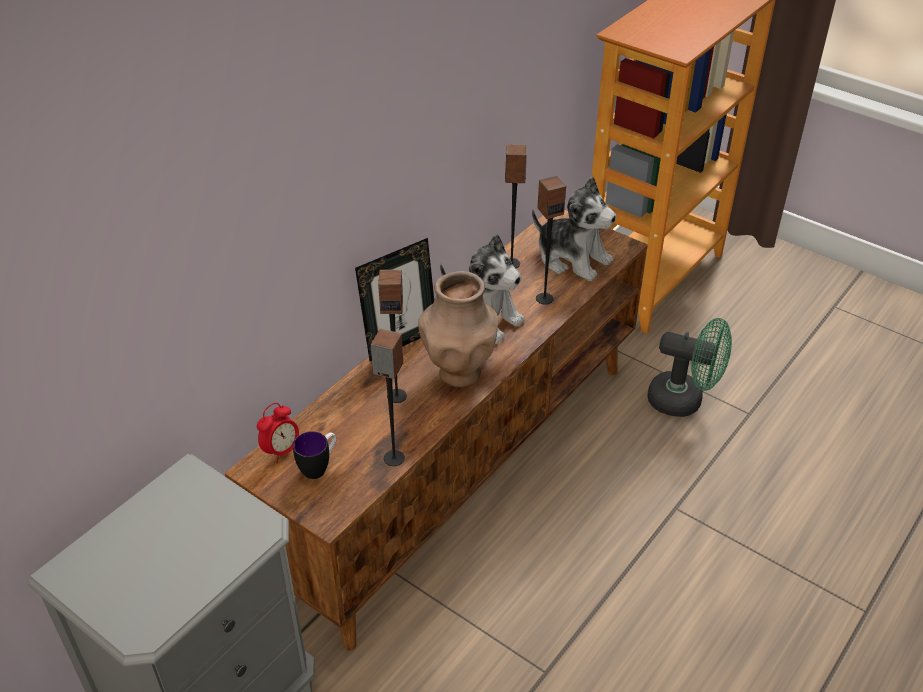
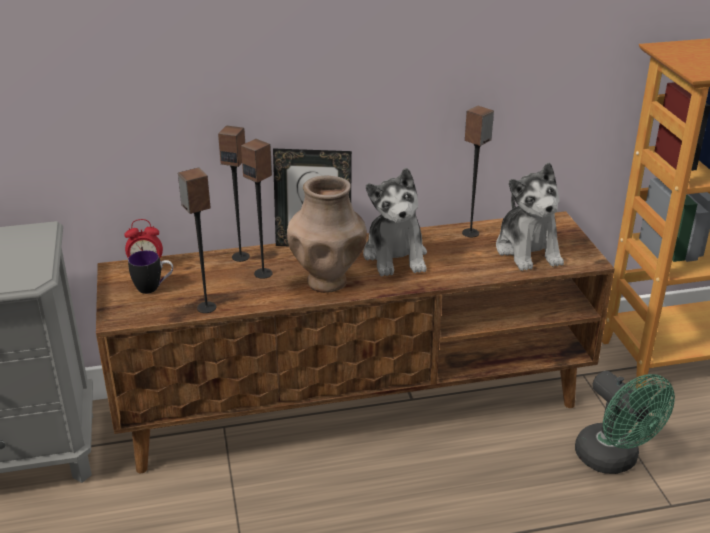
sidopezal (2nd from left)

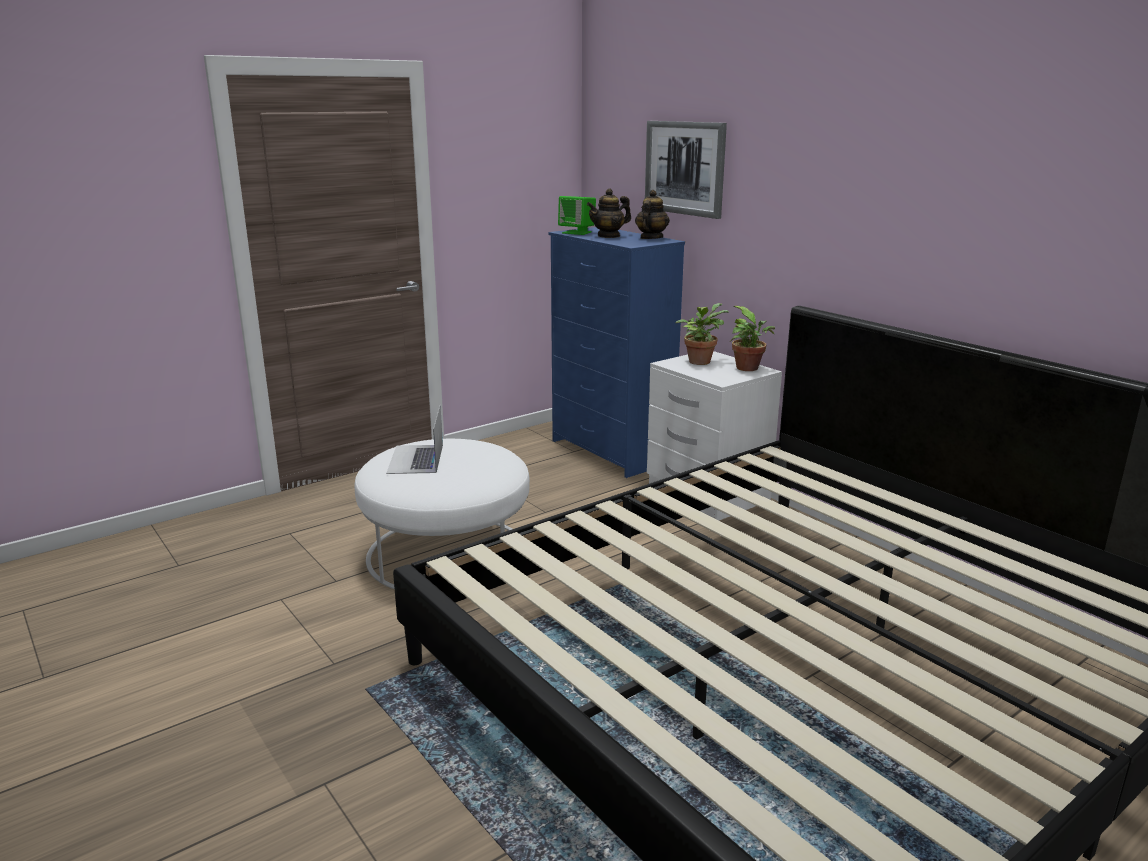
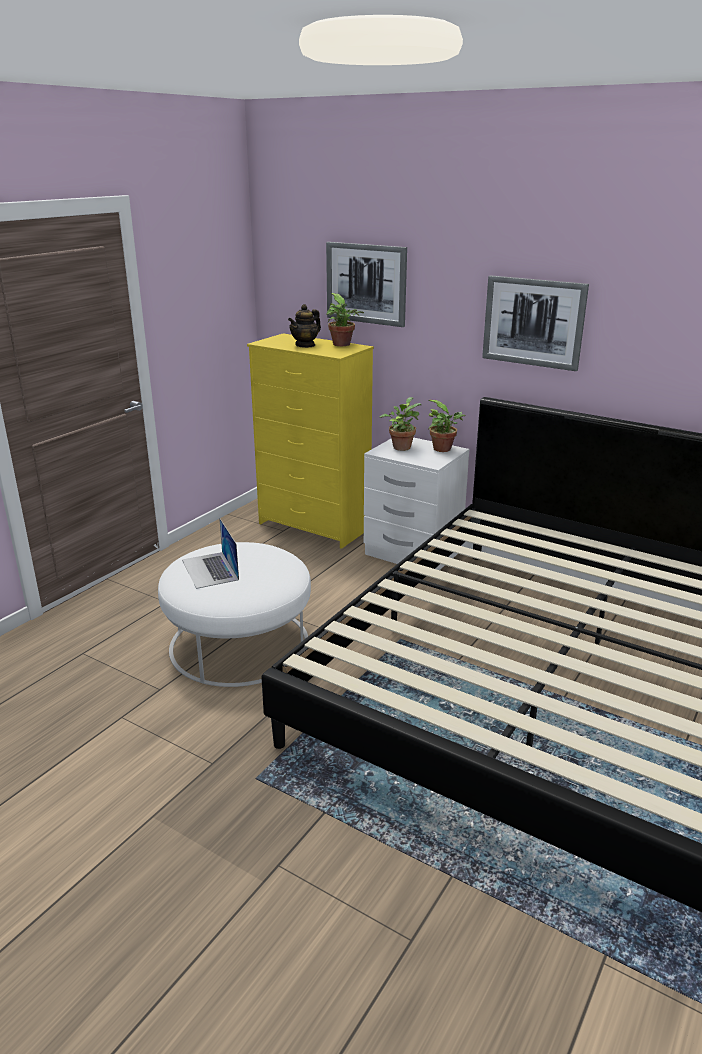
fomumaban (1st from left); sidopezal (green); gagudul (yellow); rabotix (2nd from left)

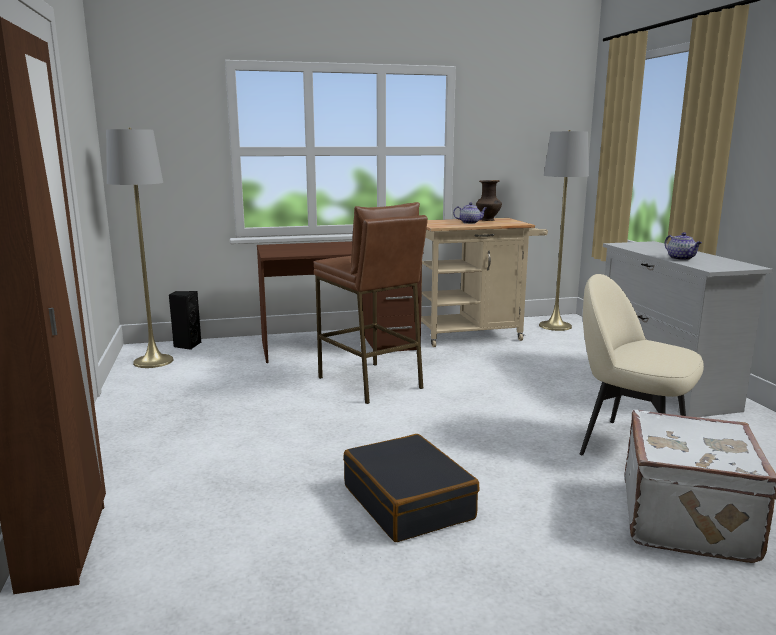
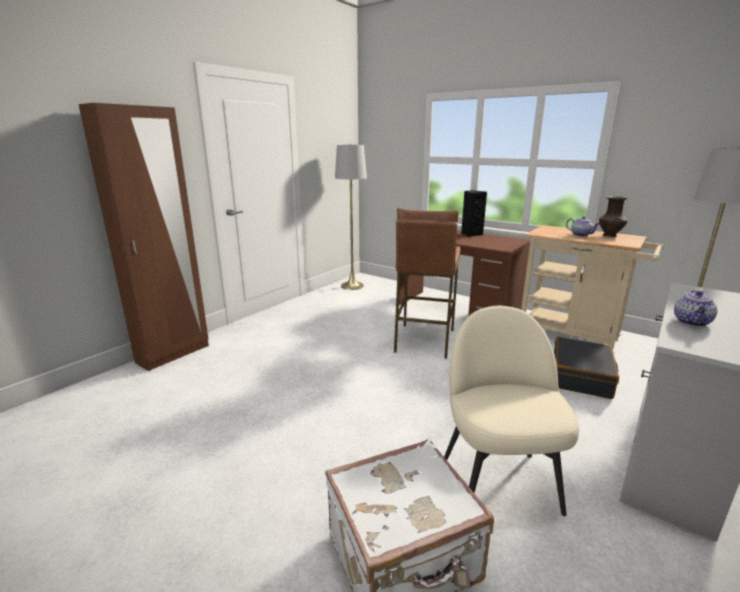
sidopezal (black); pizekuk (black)

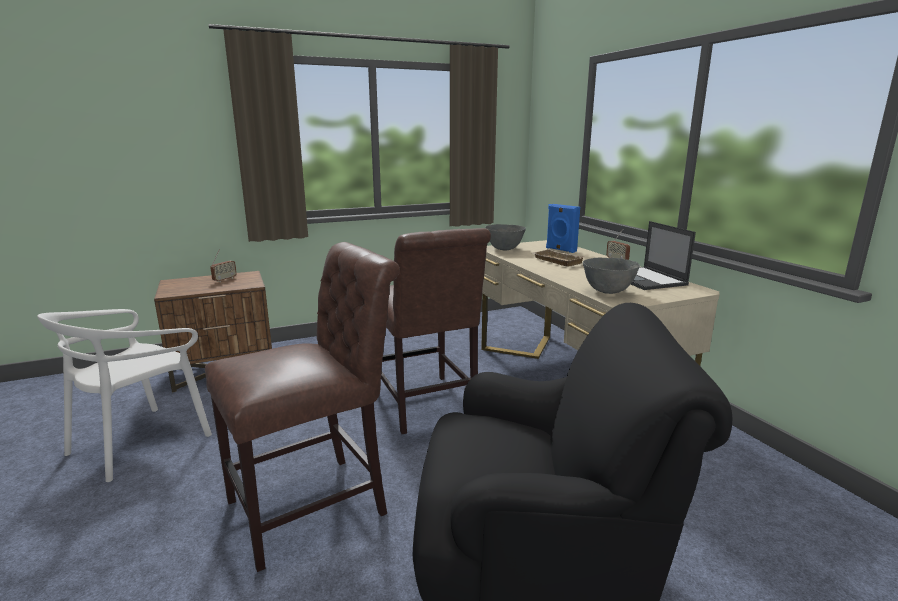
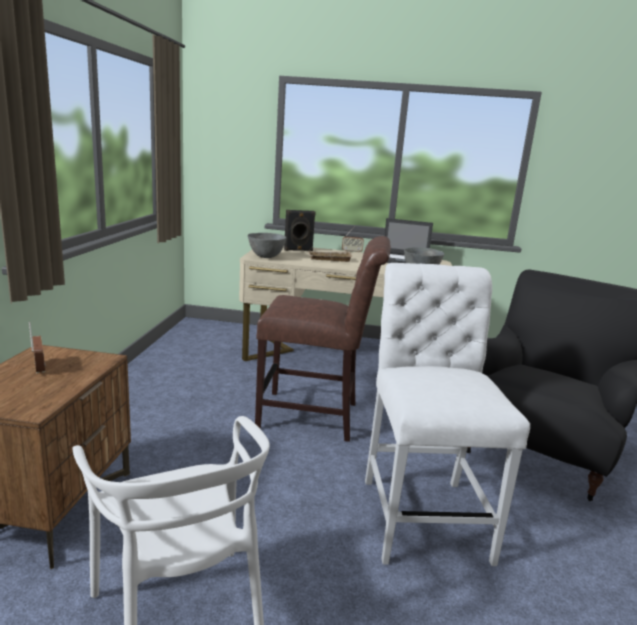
sidopezal (black); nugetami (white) (2nd from left)

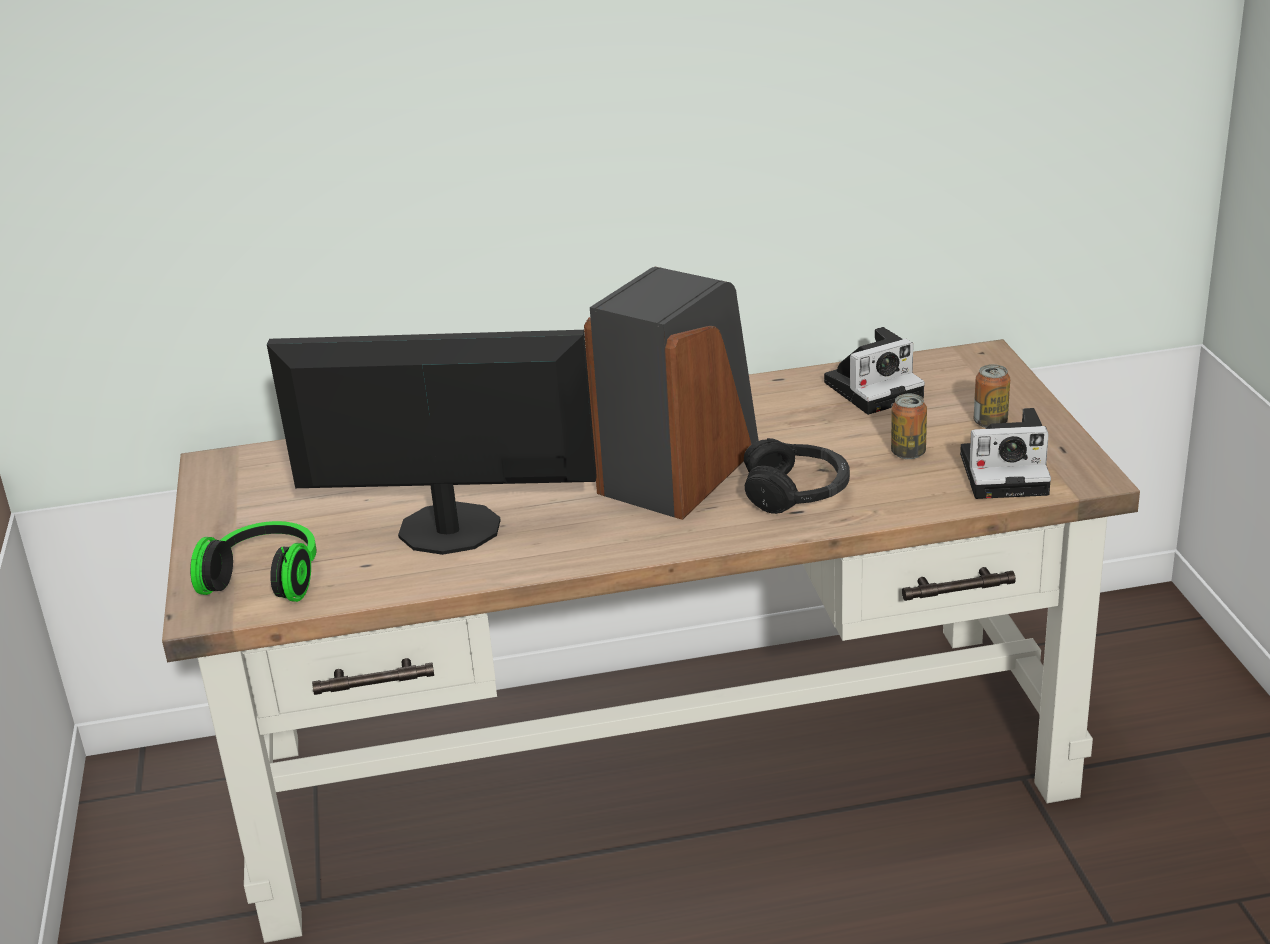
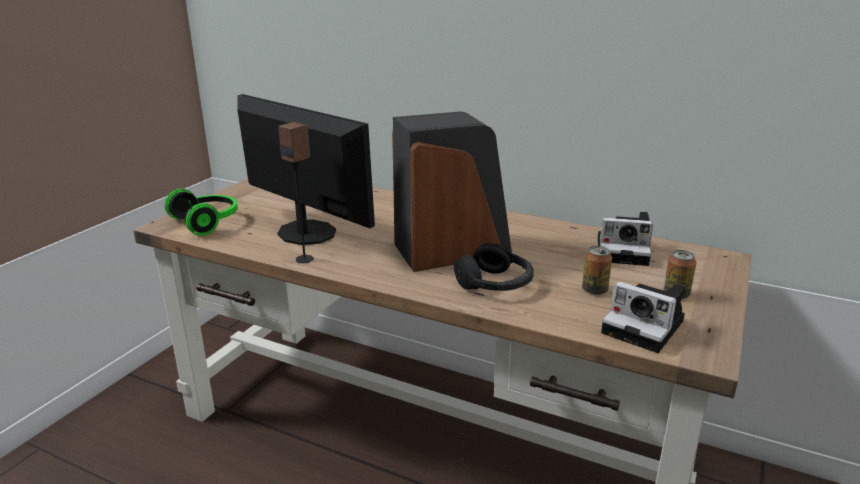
sidopezal (1st from left)

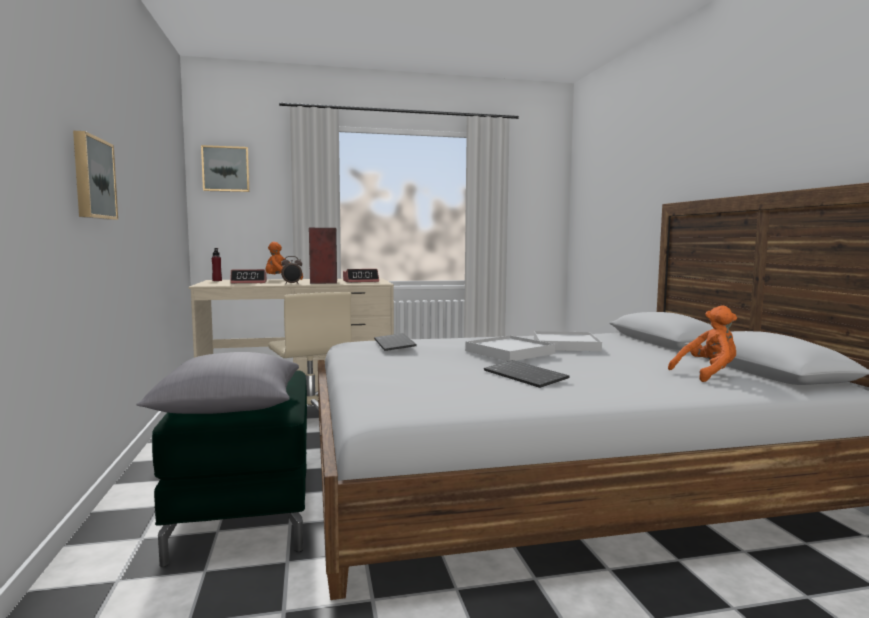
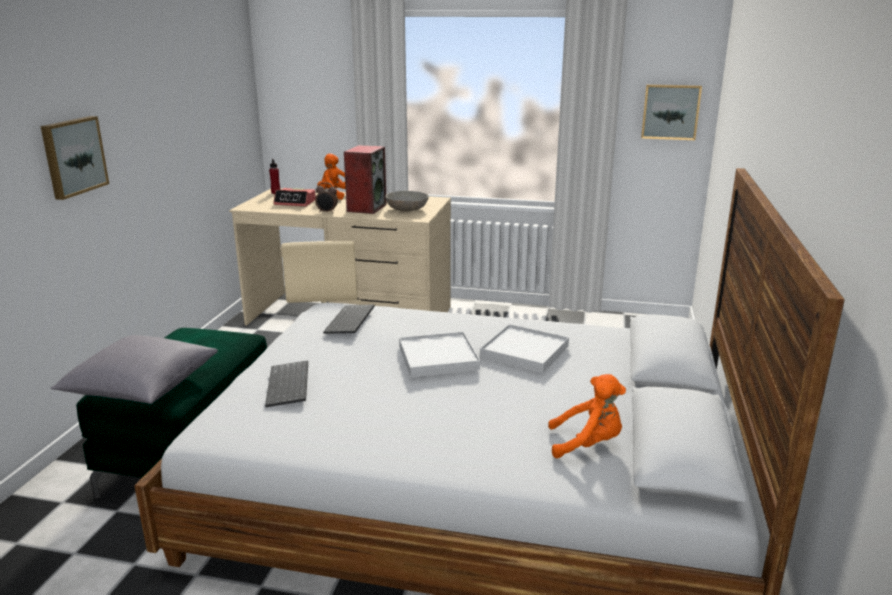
rabotix (2nd from left); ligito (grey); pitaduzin (1st from left)

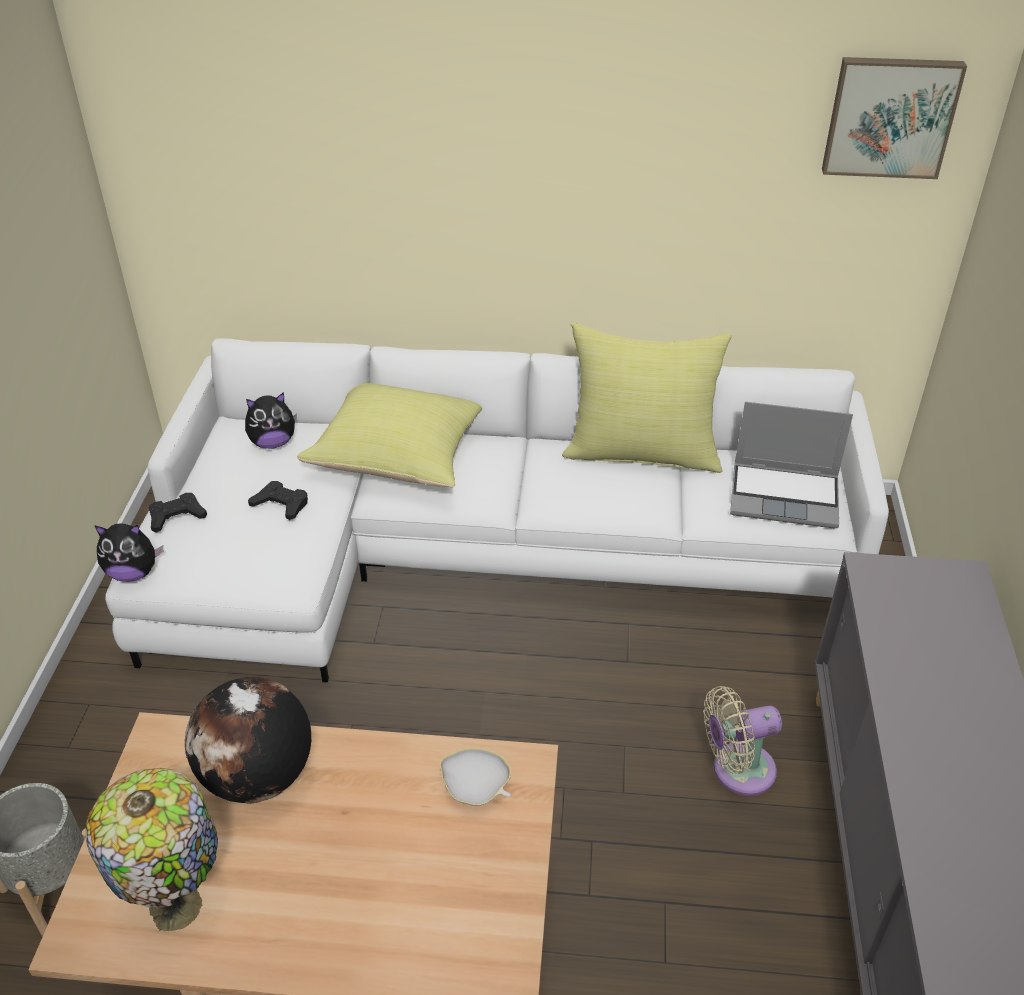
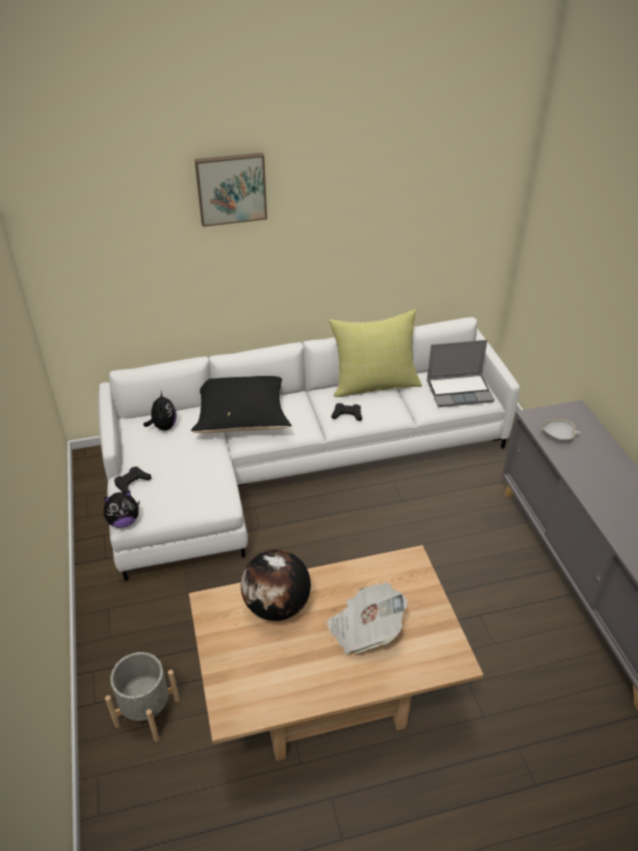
rabotix; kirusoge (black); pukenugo (2nd from left); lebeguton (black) (2nd from left); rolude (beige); ligito (white); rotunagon; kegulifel

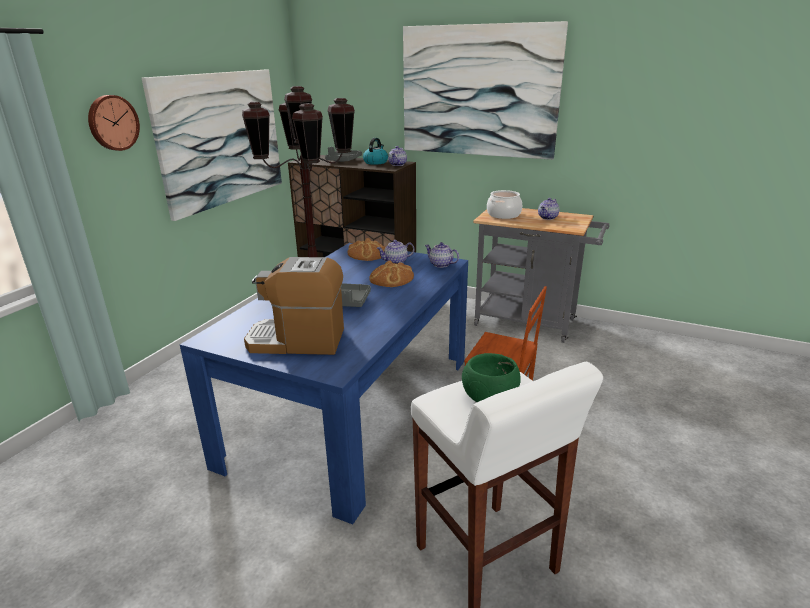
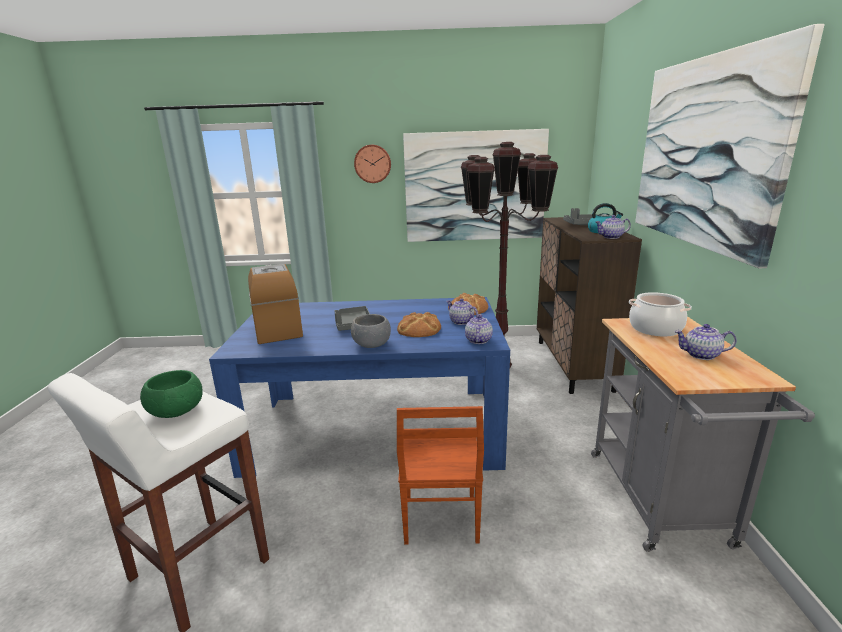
ligito (grey)

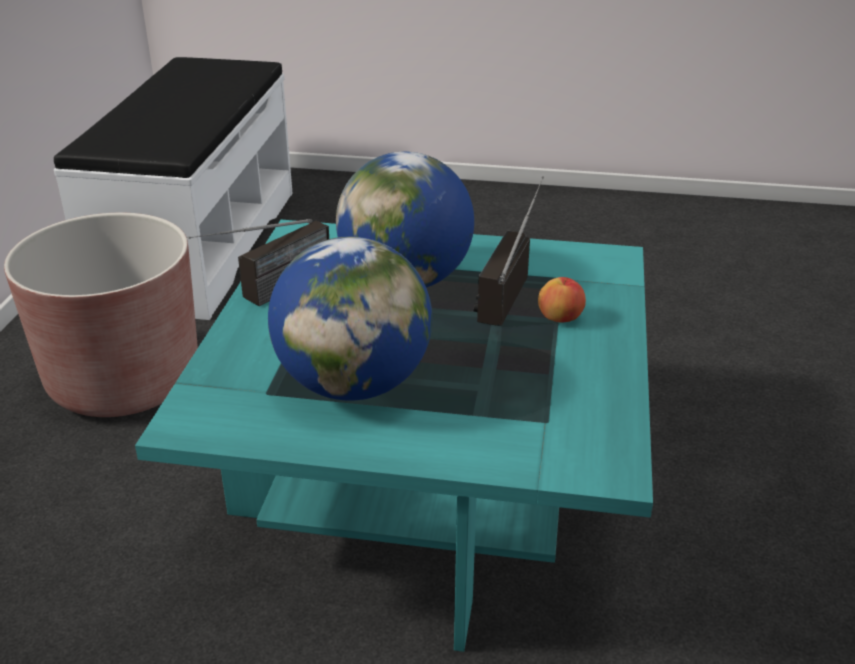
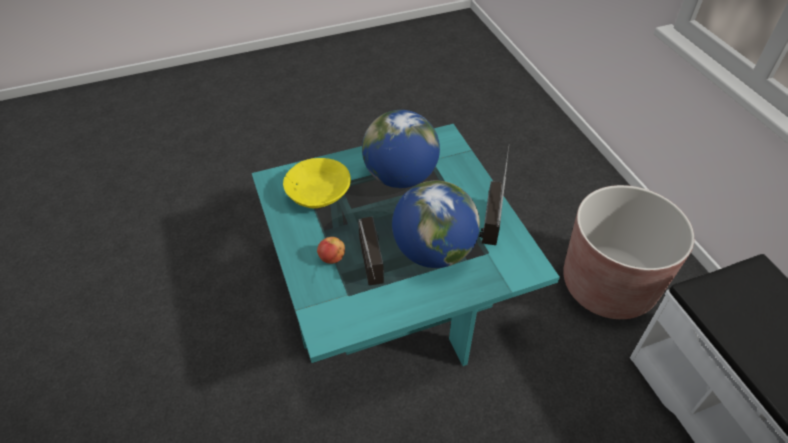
ligito (yellow)

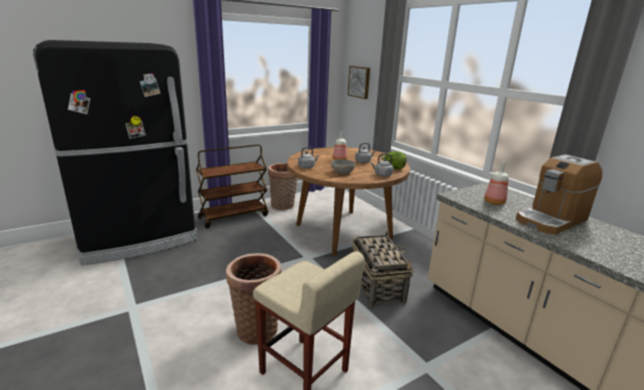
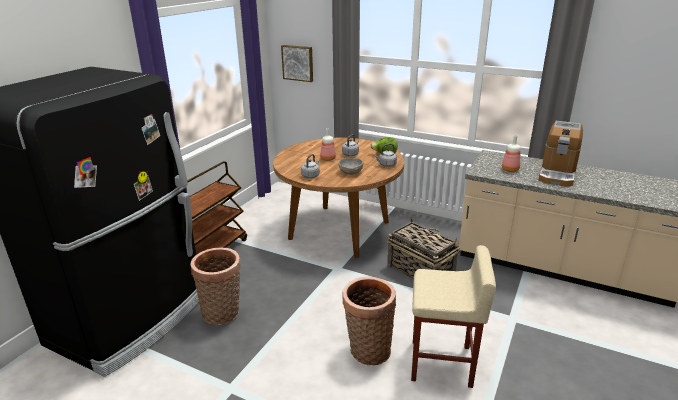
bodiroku (1st from left)

